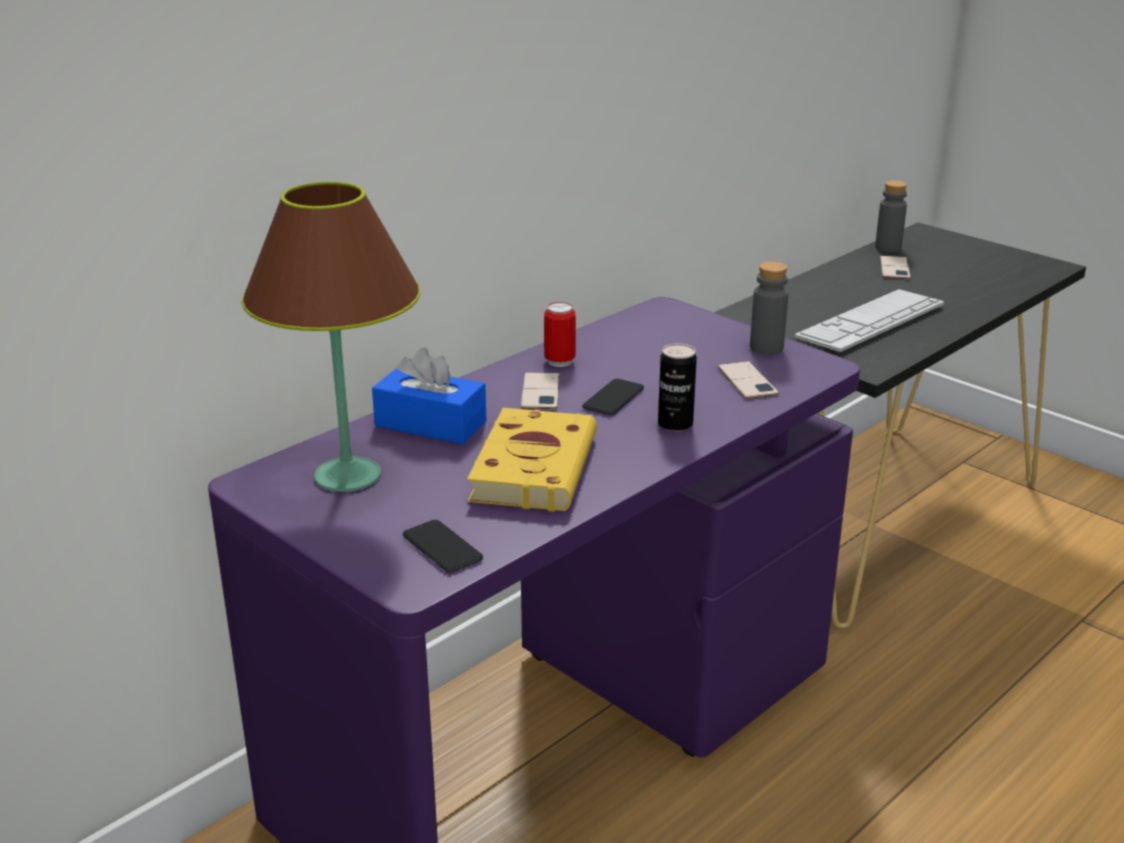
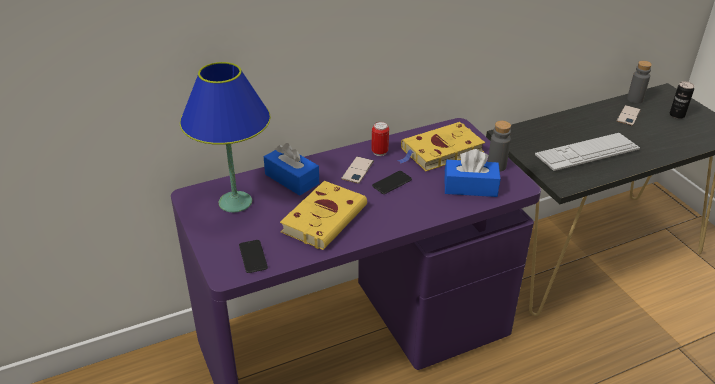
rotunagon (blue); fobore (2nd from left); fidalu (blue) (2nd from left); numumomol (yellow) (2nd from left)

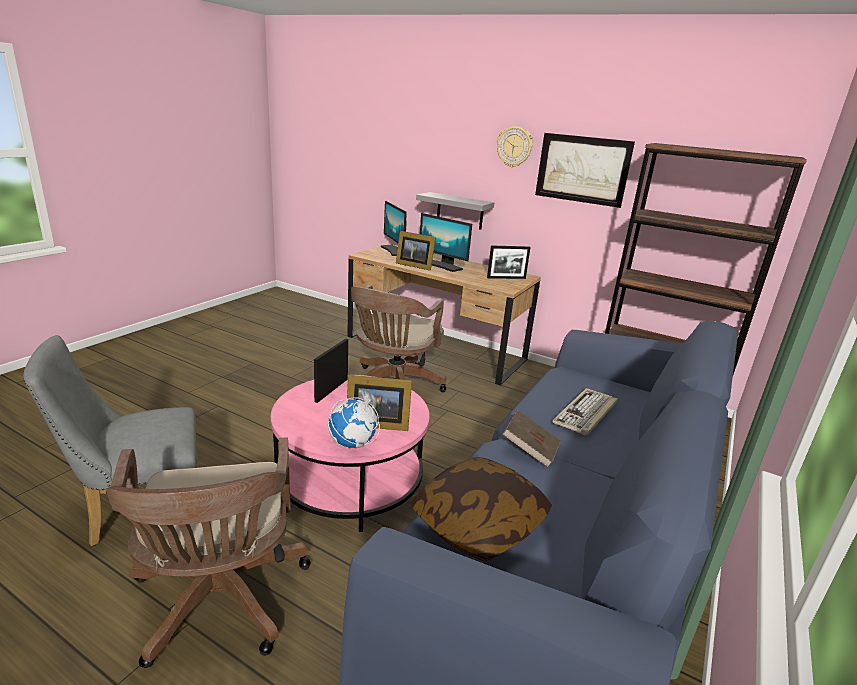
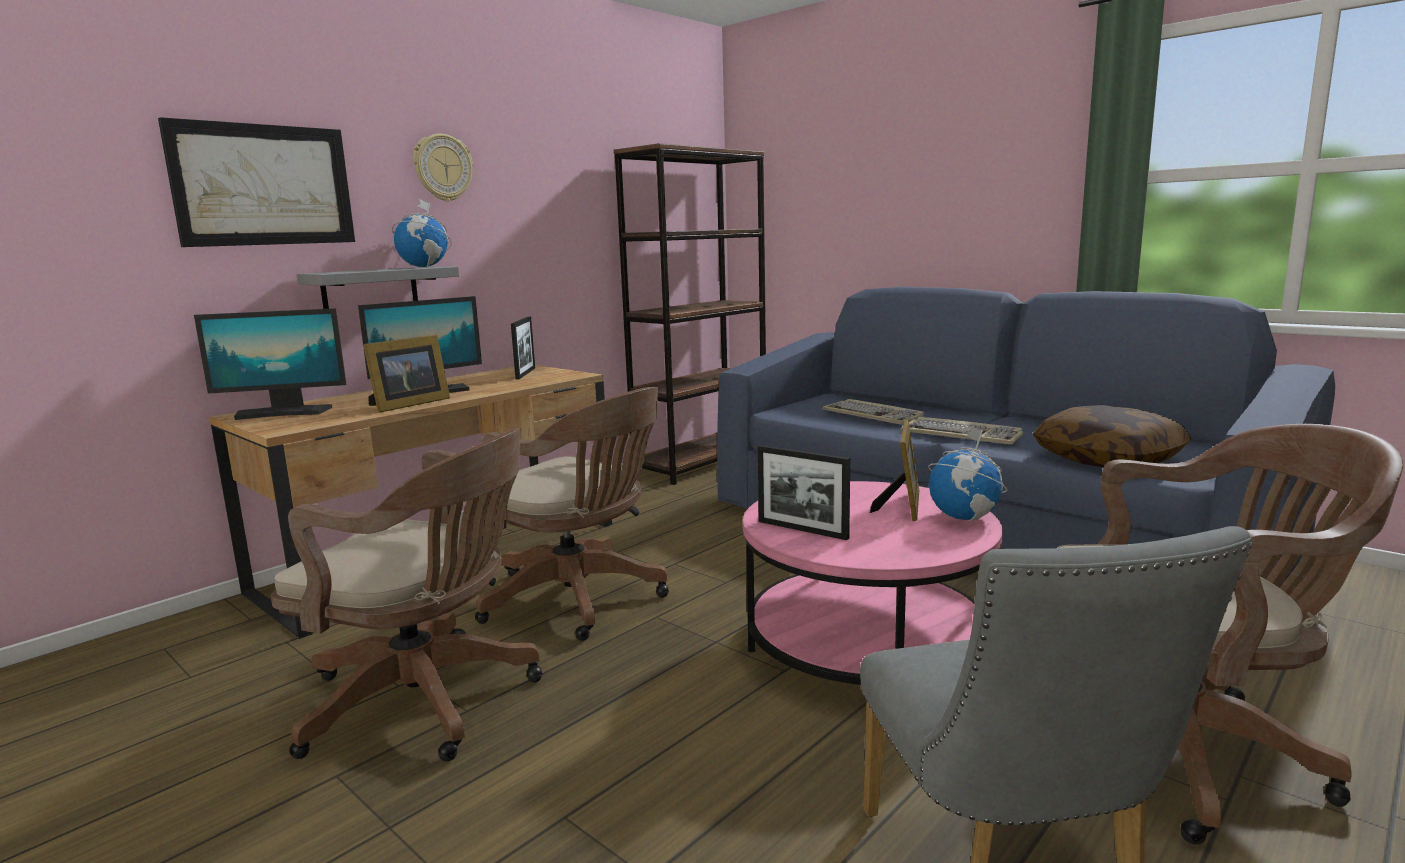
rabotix; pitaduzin (2nd from left); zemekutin (1st from left); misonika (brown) (1st from left)

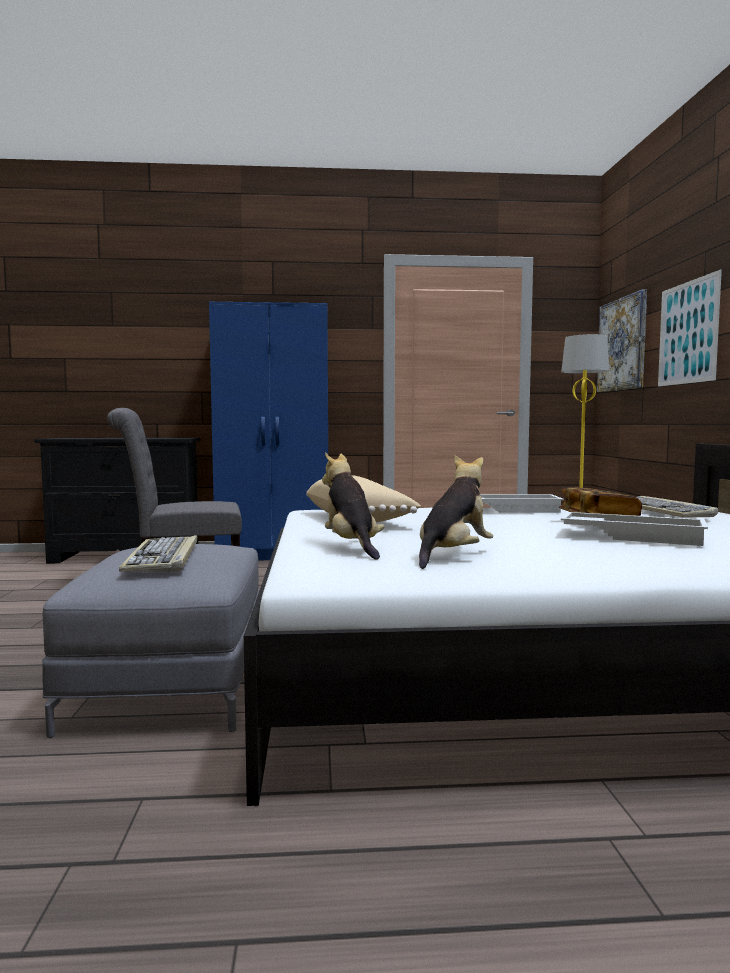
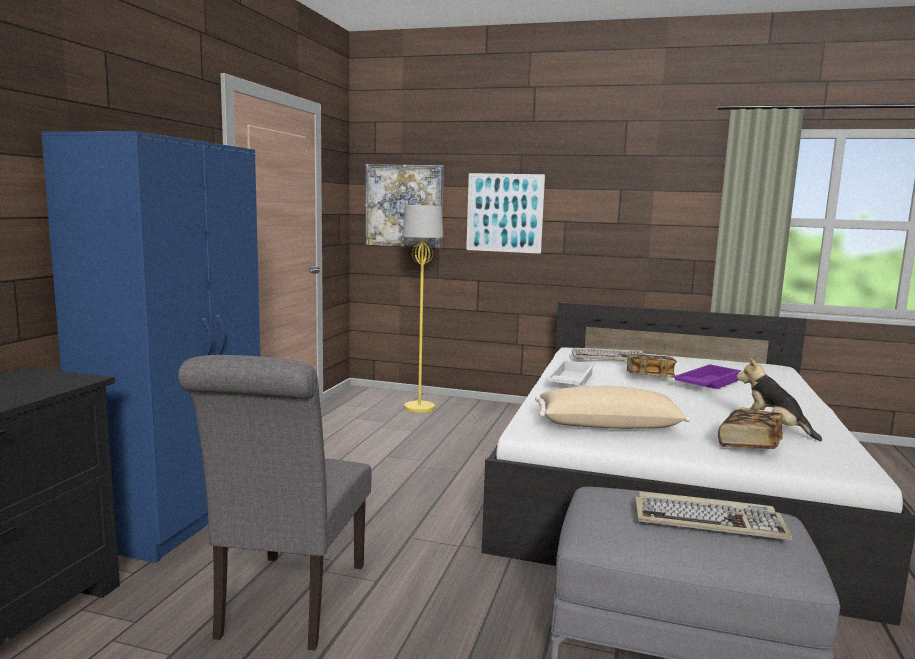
numumomol (2nd from left); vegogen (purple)

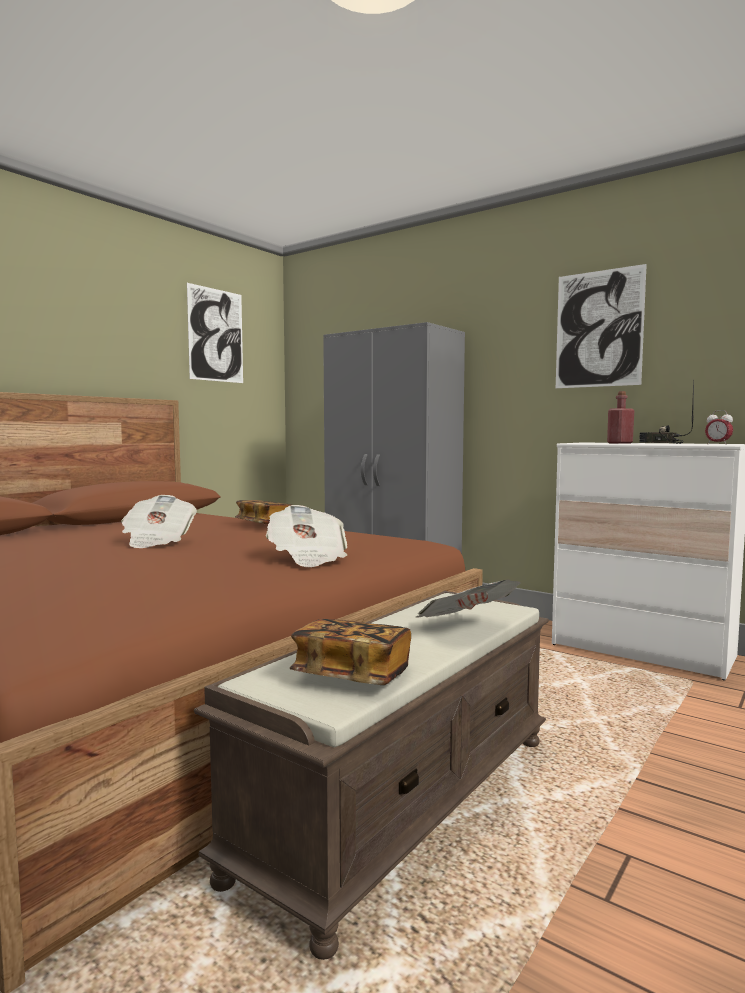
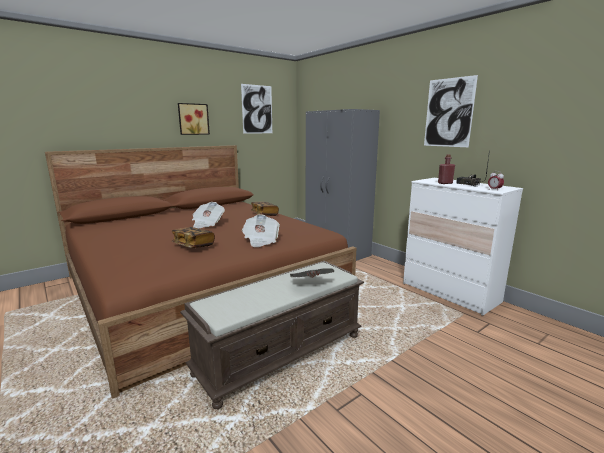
numumomol (1st from left); rabotix (1st from left)

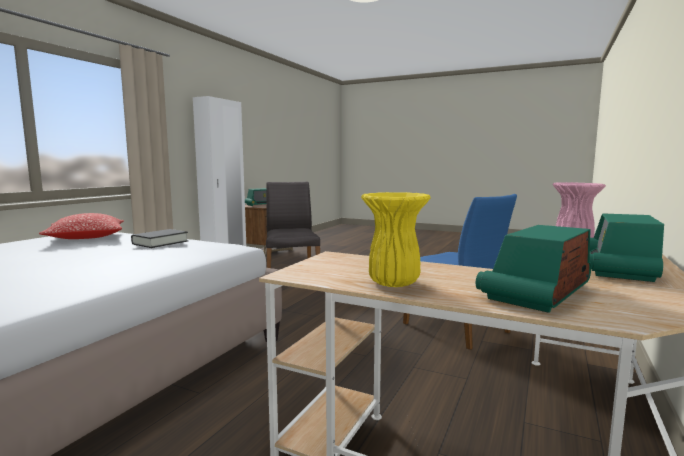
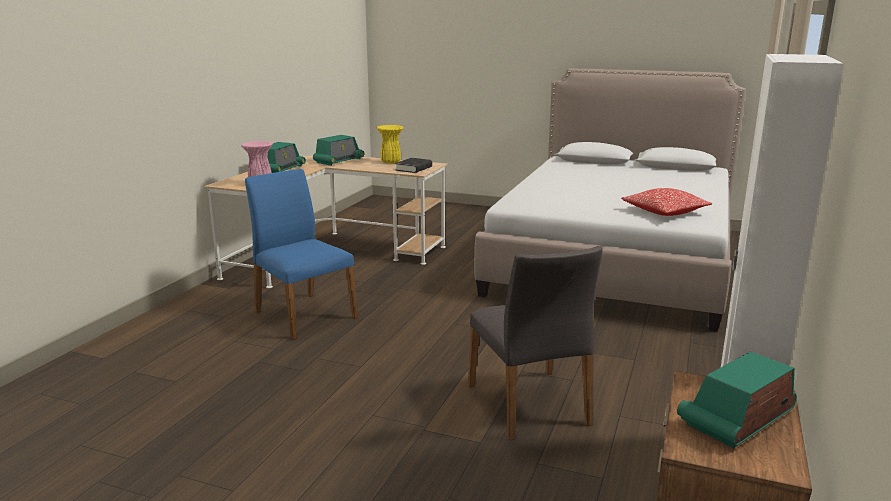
numumomol (black)

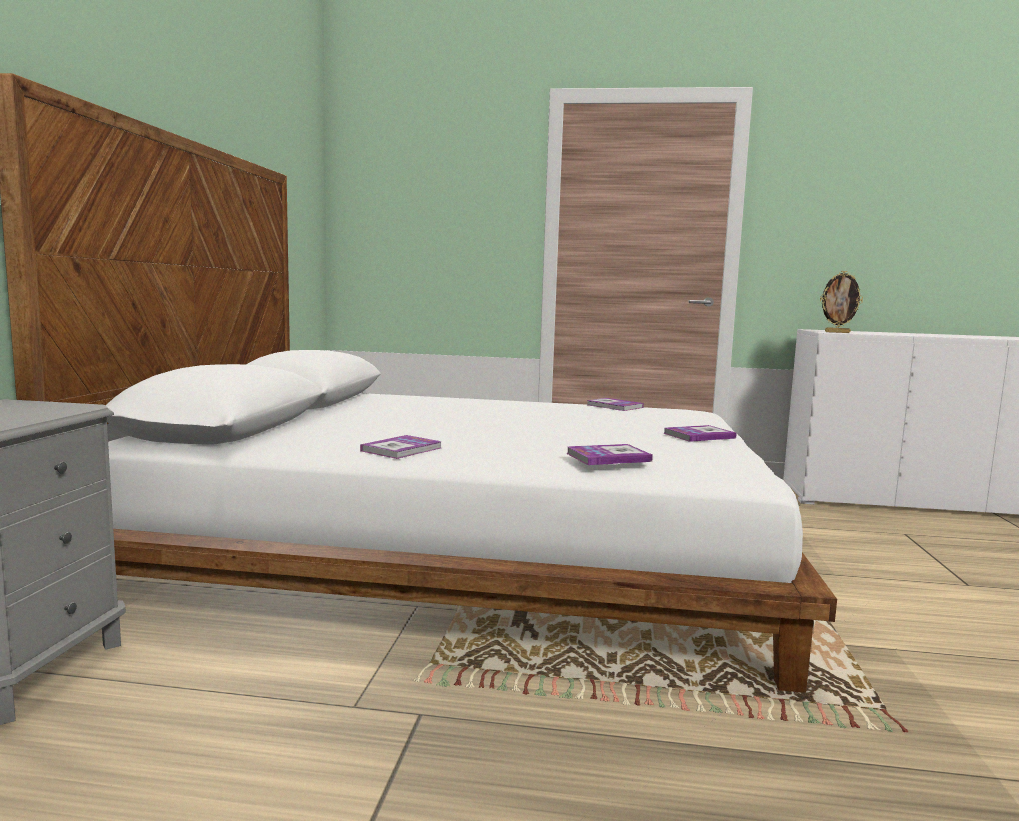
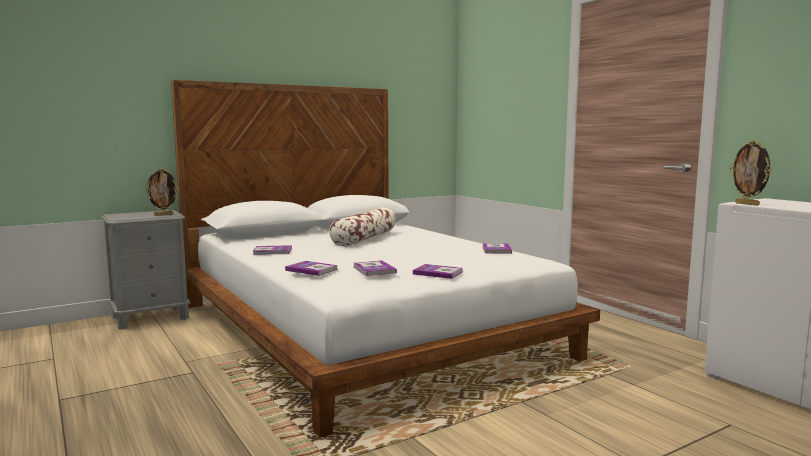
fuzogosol (1st from left); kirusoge; numumomol (3rd from left)

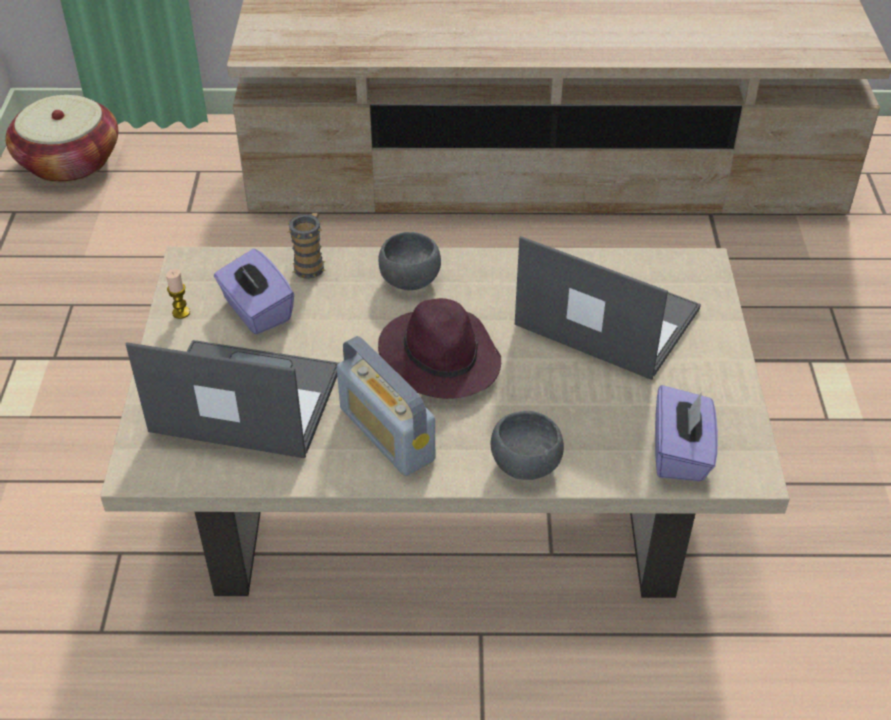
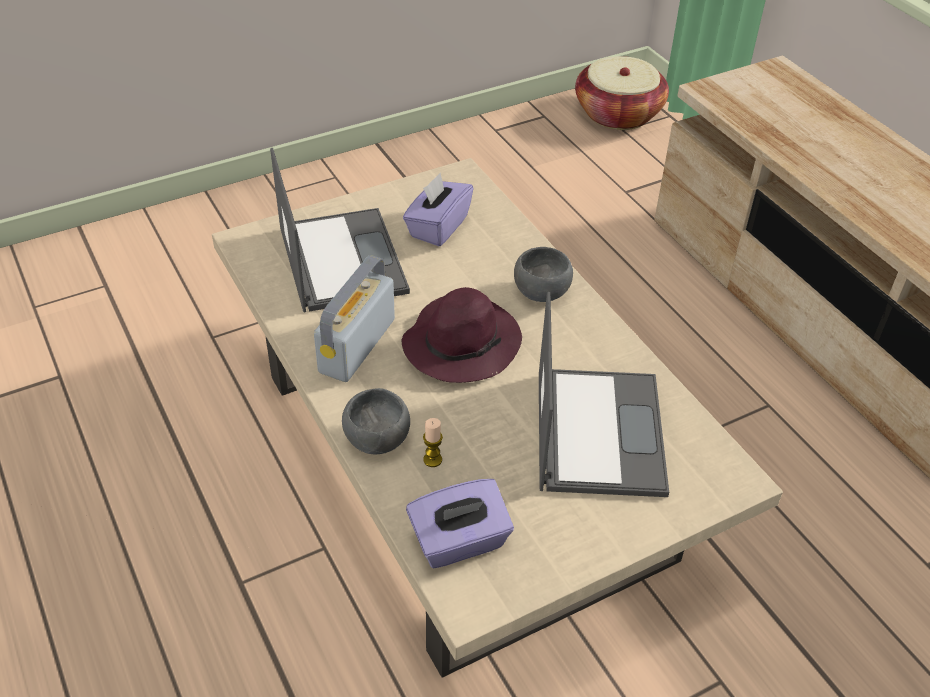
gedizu; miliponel

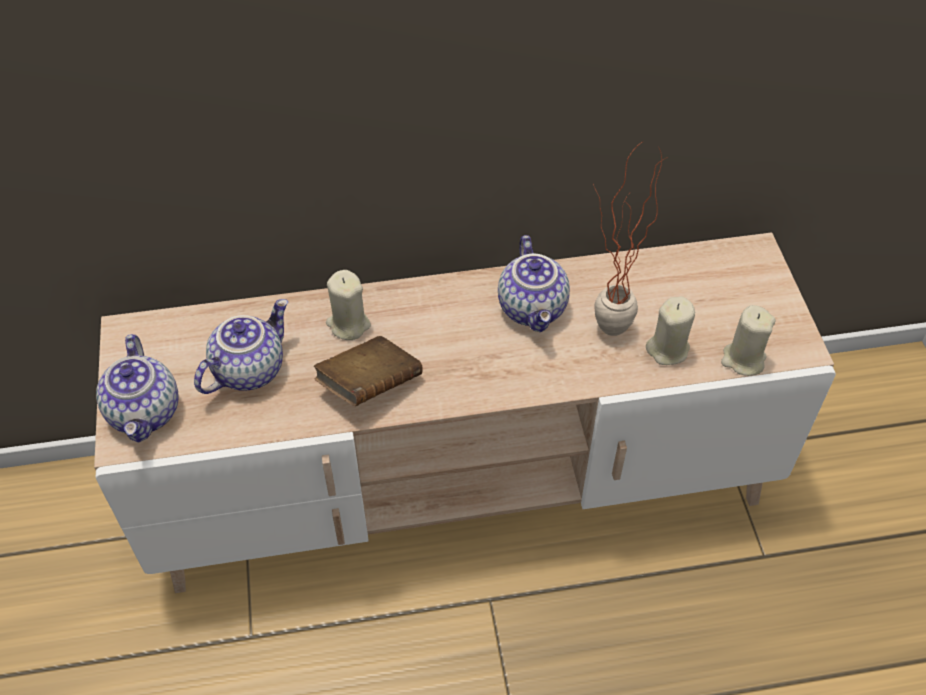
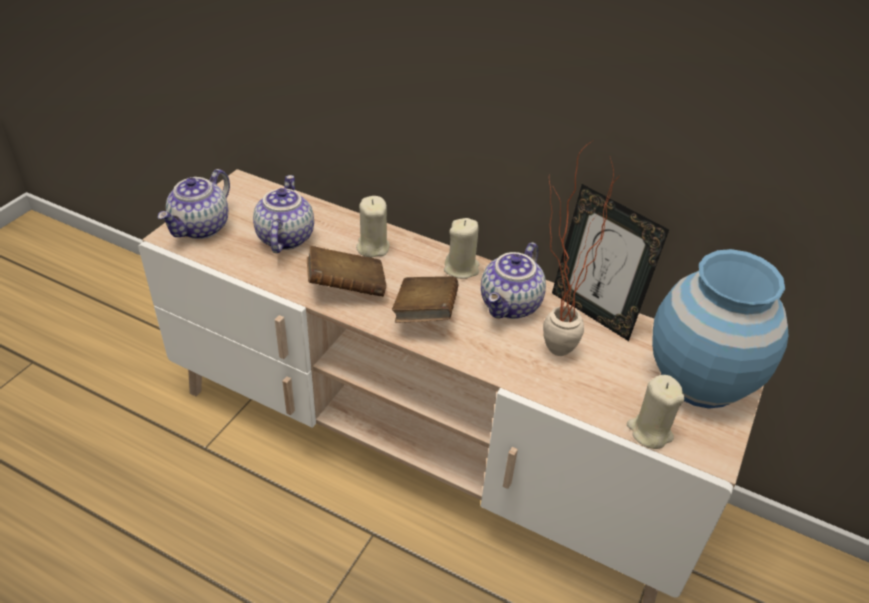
miliponel (beige) (2nd from left); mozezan (2nd from left); fuzogosol; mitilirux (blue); numumomol (brown) (2nd from left)

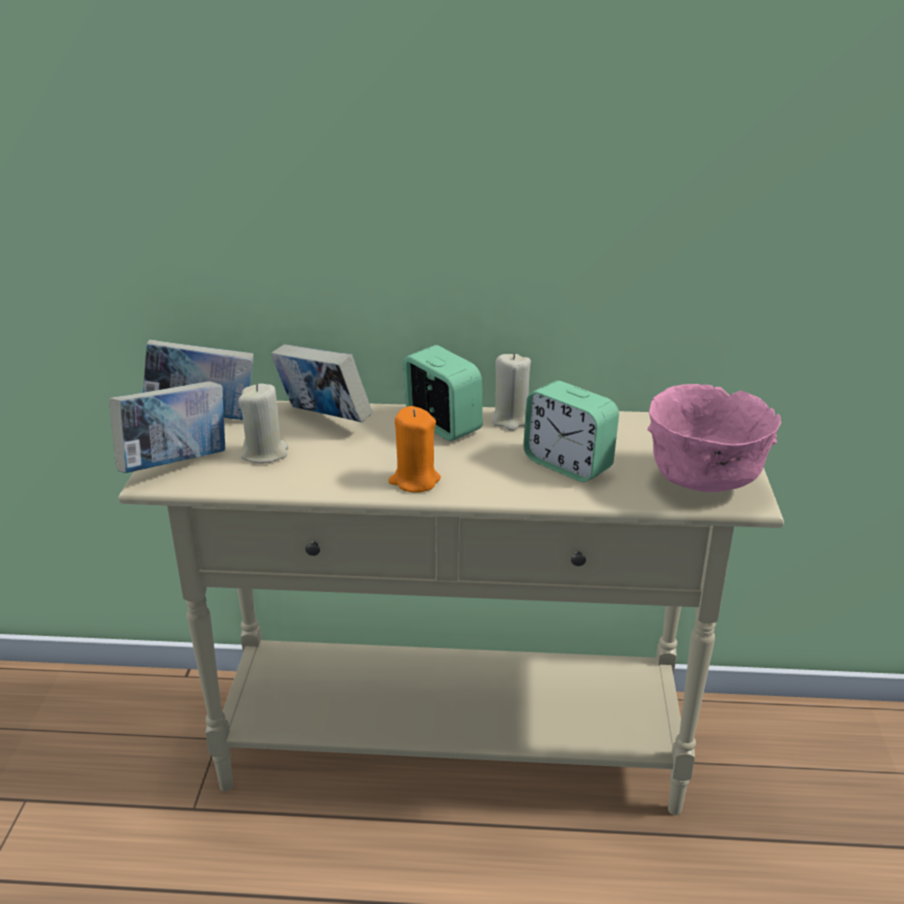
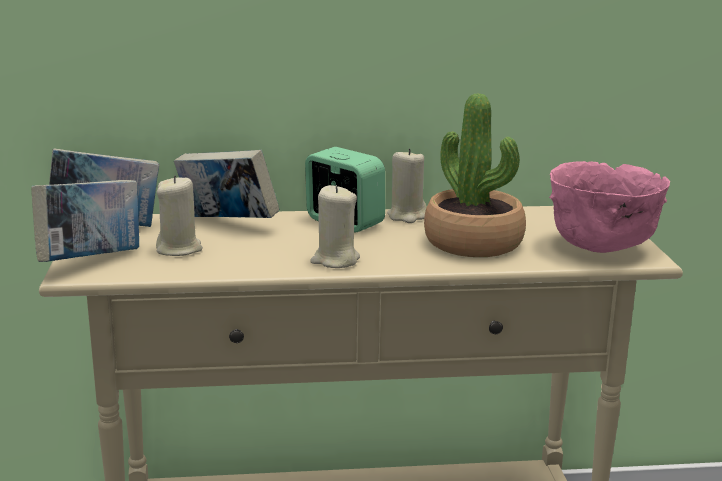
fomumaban; miliponel (beige) (2nd from left)

